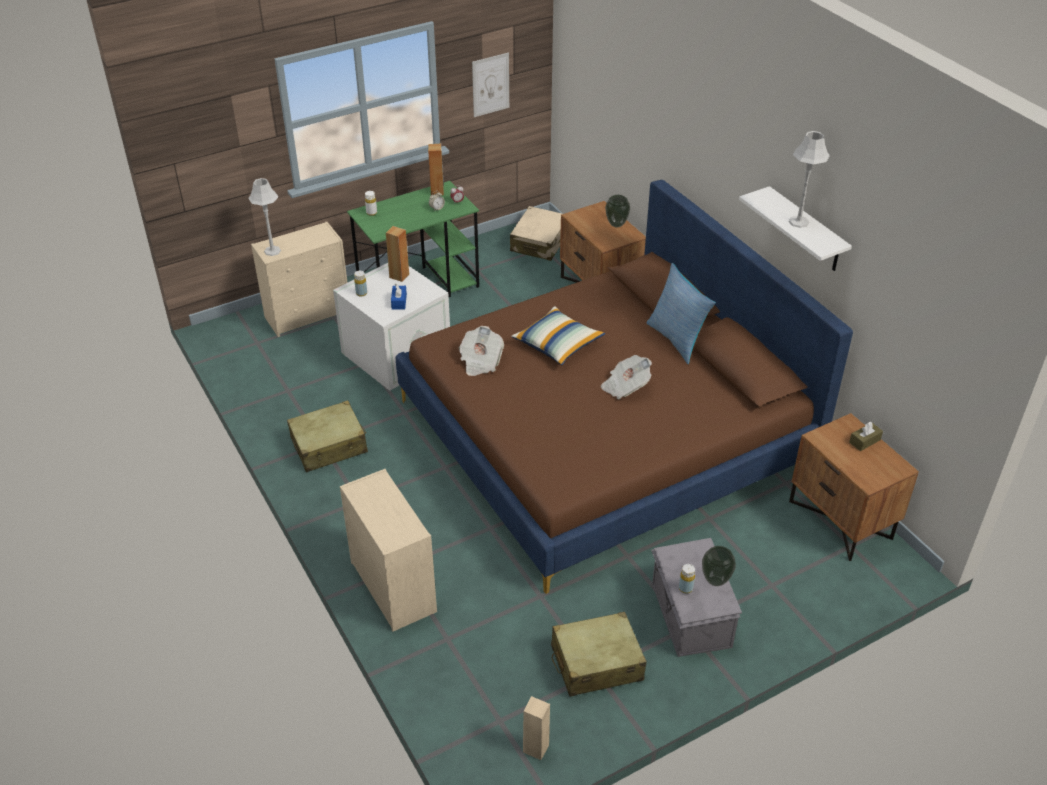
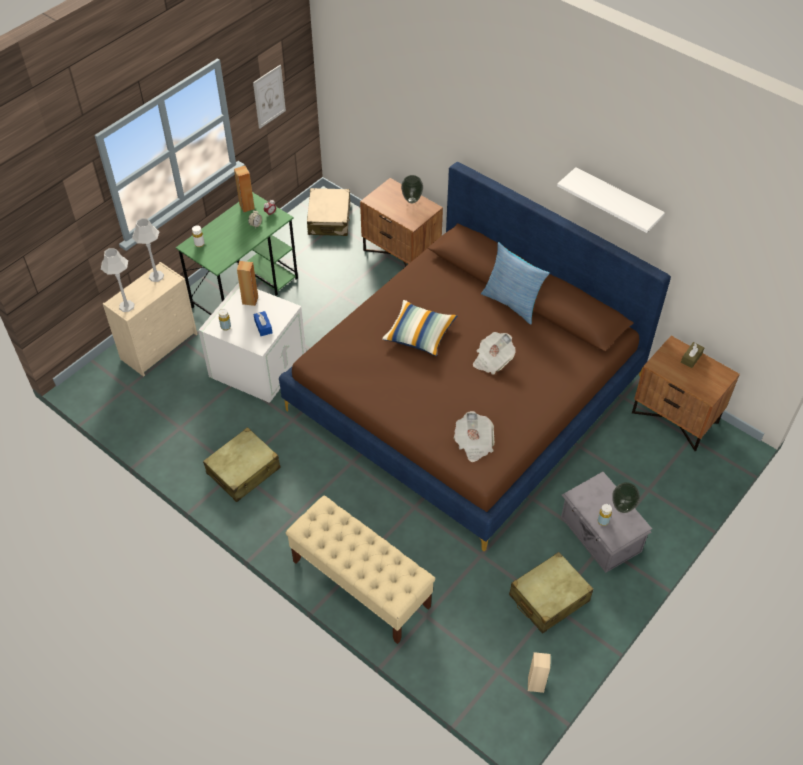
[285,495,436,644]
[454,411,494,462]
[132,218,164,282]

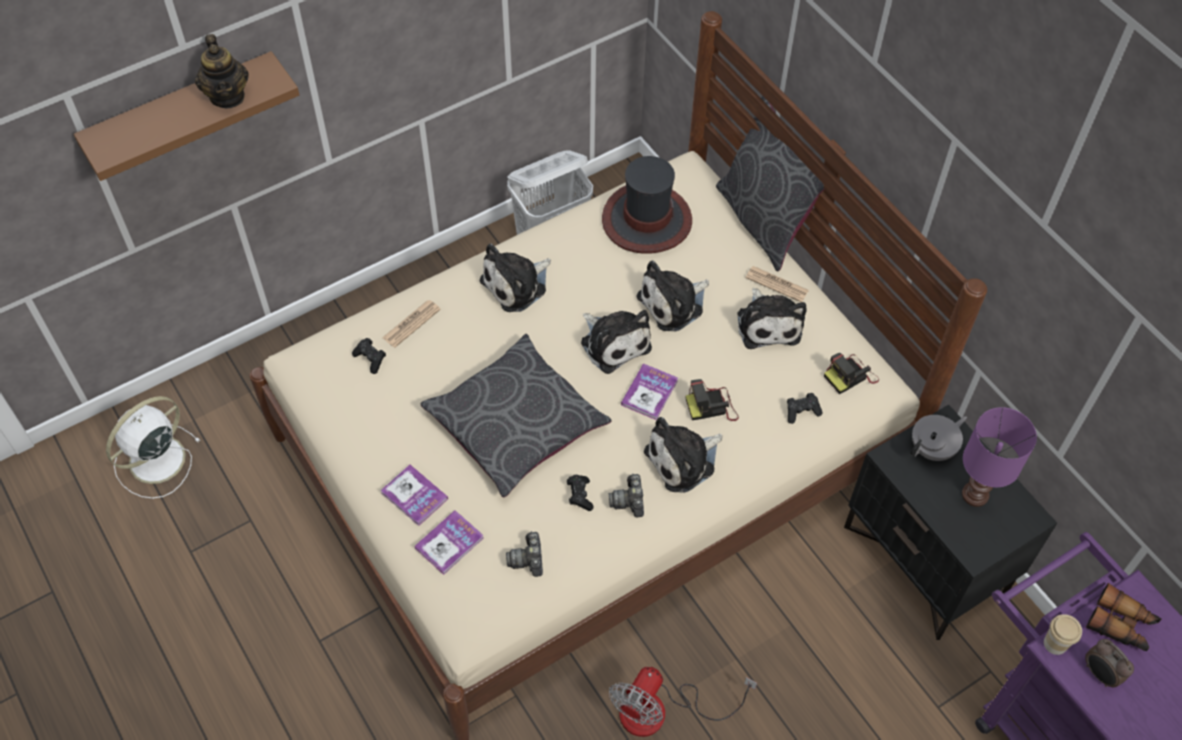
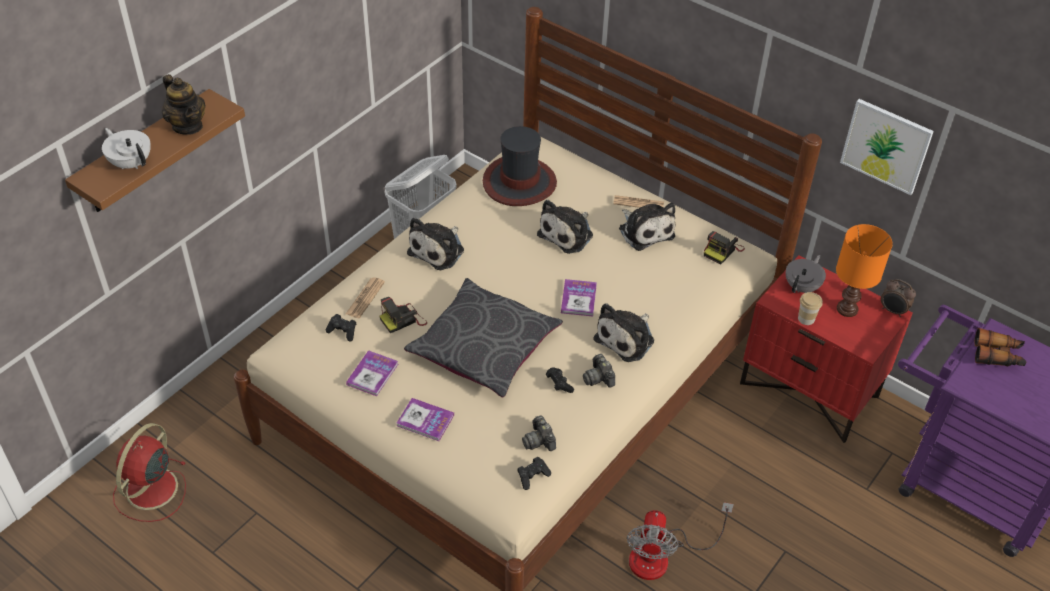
[113,423,186,522]
[346,350,398,396]
[581,310,652,374] (first image)
[380,297,427,333]
[716,96,825,272] (first image)
[517,457,551,490]
[740,255,913,443]
[836,224,893,317]
[798,292,823,325]
[881,279,916,317]
[102,128,151,169]
[840,99,934,195]

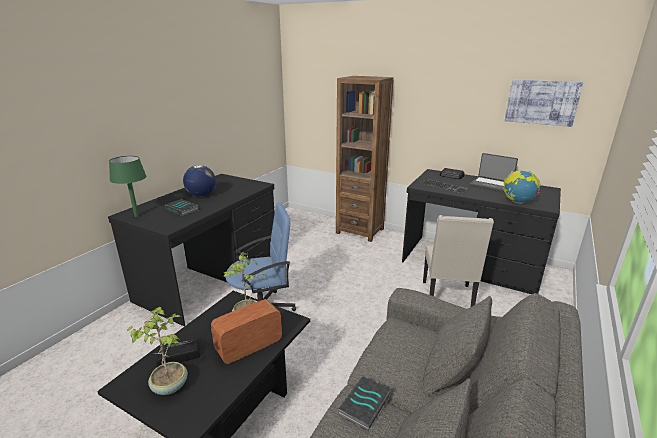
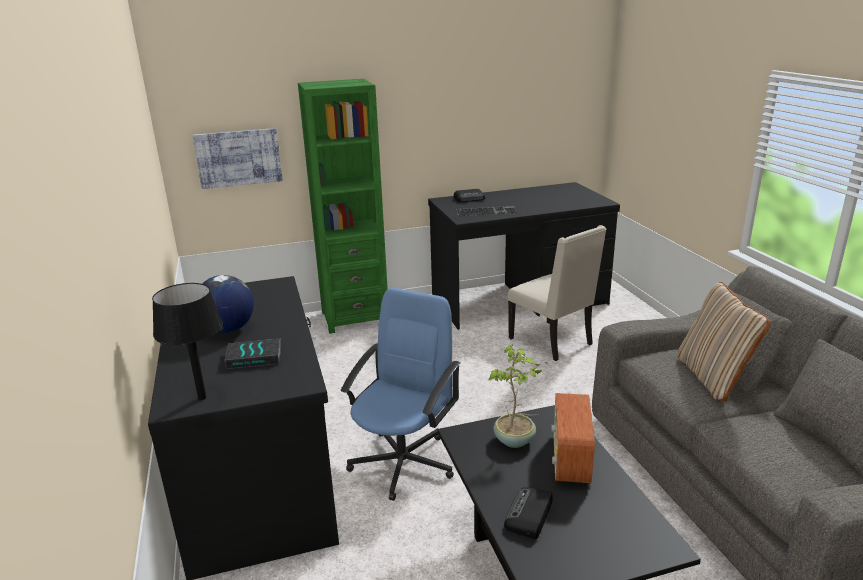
[152,283,223,400]
[127,307,188,395] (first image)
[298,79,388,334]
[338,376,391,432] (first image)
[470,153,518,192] (first image)
[503,170,540,203] (first image)
[192,128,283,189]
[678,282,771,402]

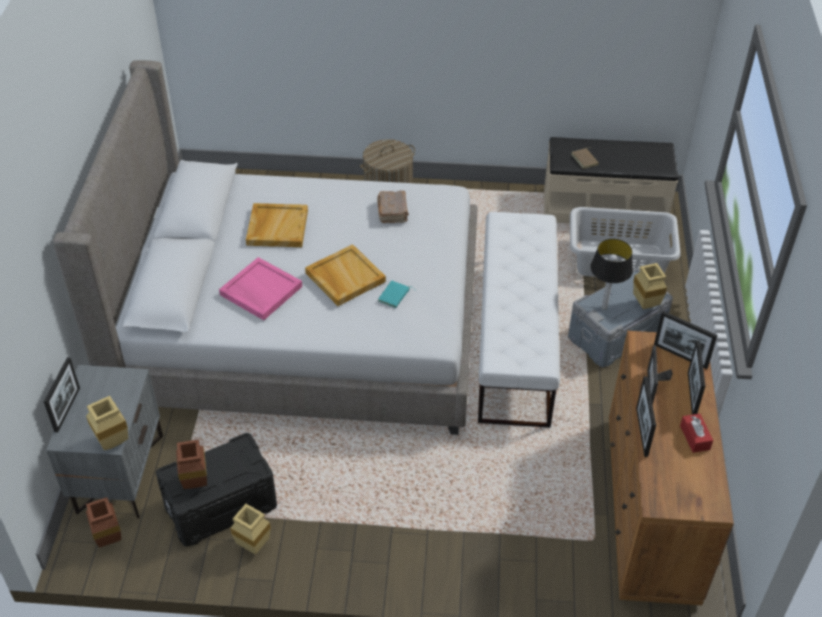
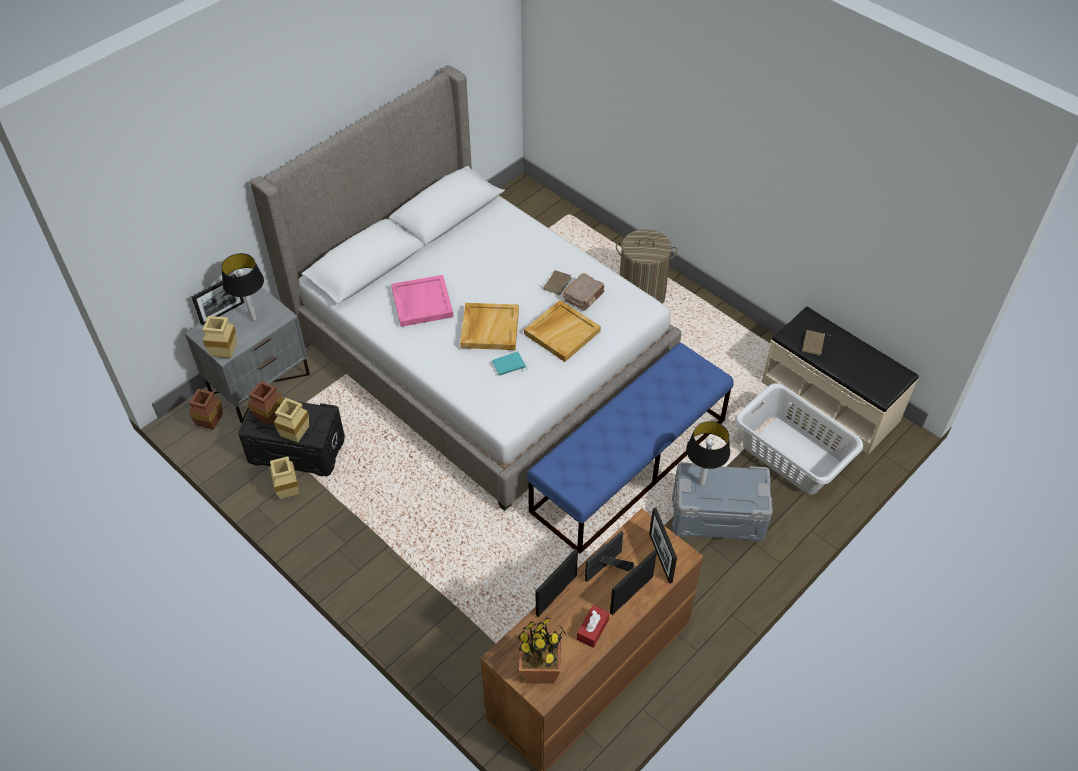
[524,300,601,362]
[527,343,734,554]
[274,398,309,442]
[221,253,264,321]
[517,617,567,684]
[538,270,571,295]

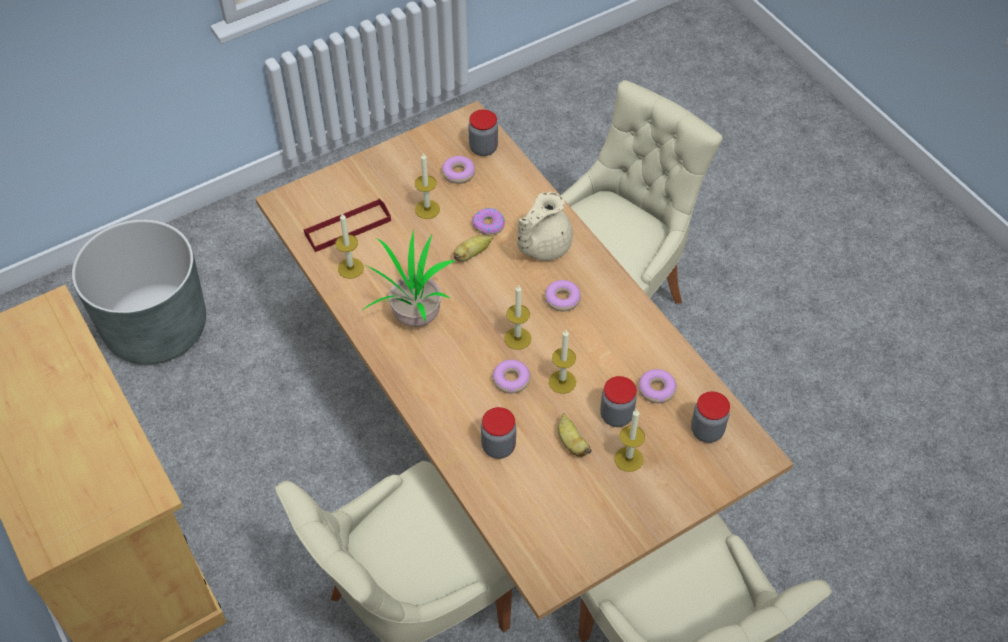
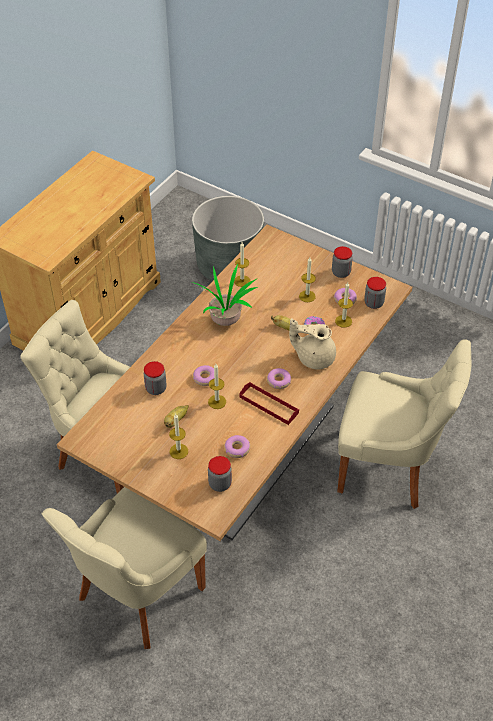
[239,382,299,425]
[335,282,353,328]
[332,246,353,278]

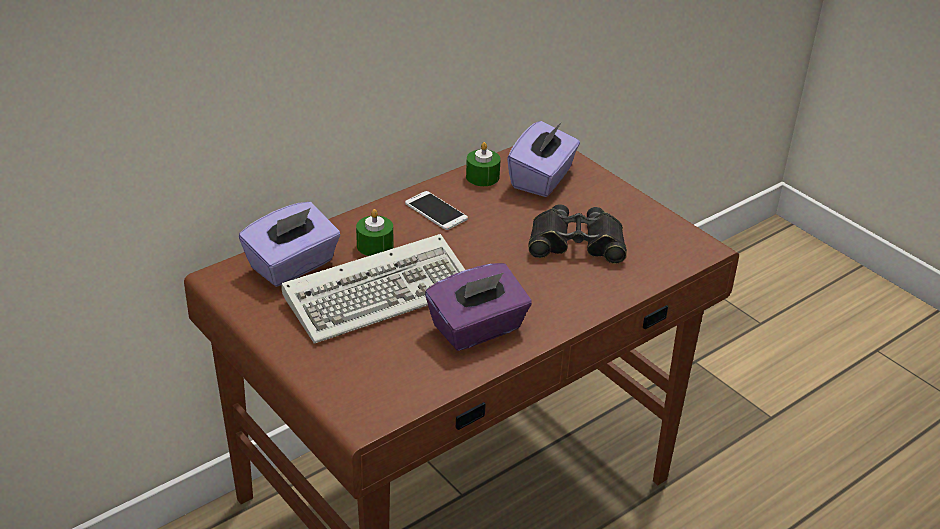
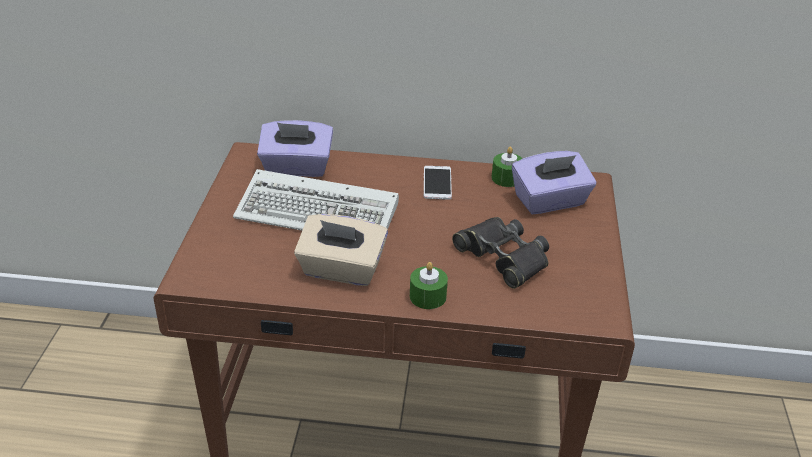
[410,262,448,309]
[294,214,388,286]

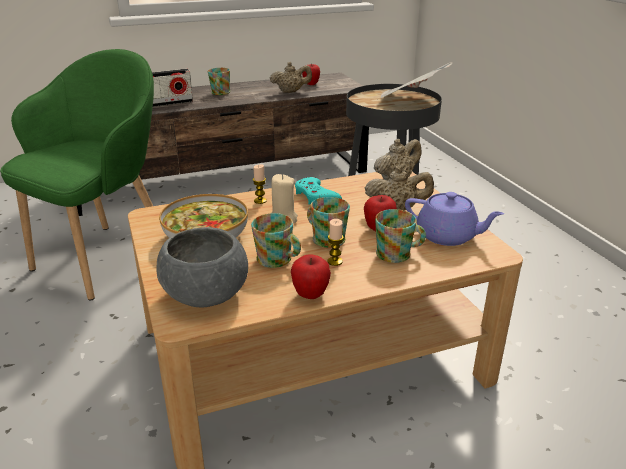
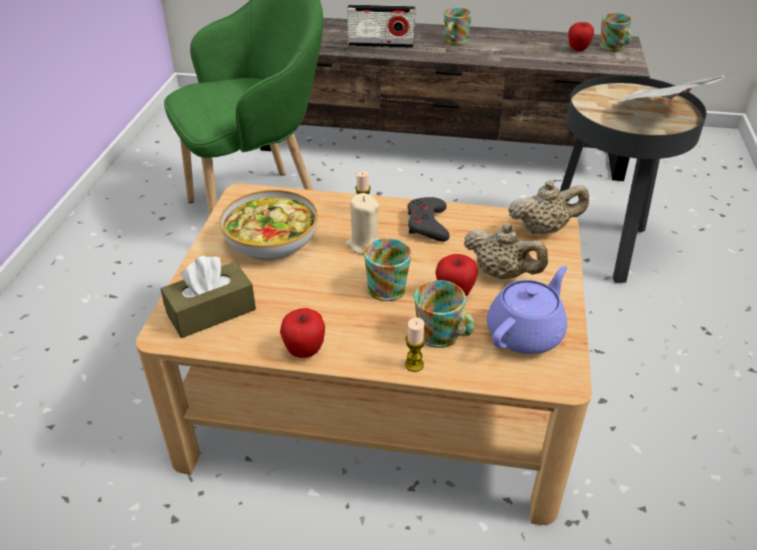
[161,256,256,338]
[600,13,632,51]
[270,62,312,93] (first image)
[408,197,450,242]
[405,318,426,372]
[487,266,567,354]

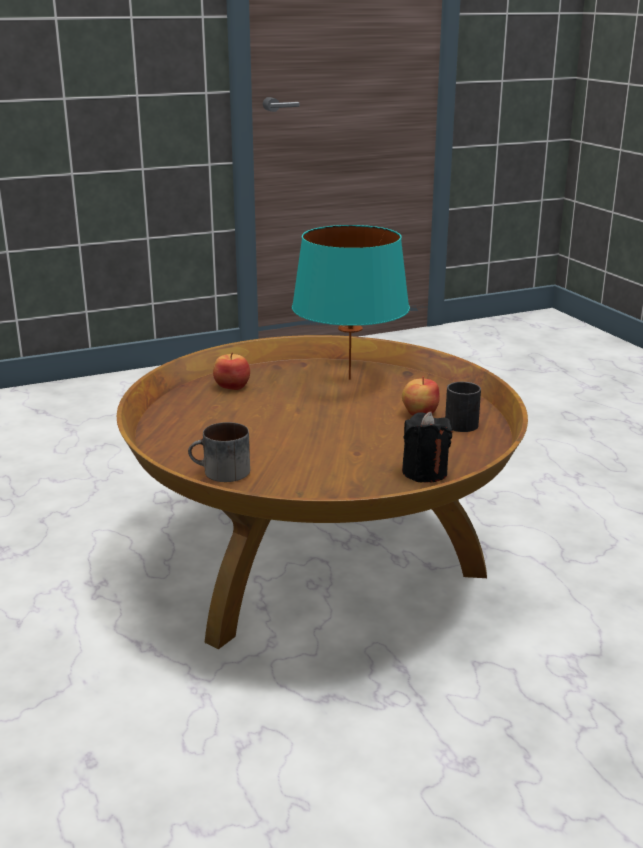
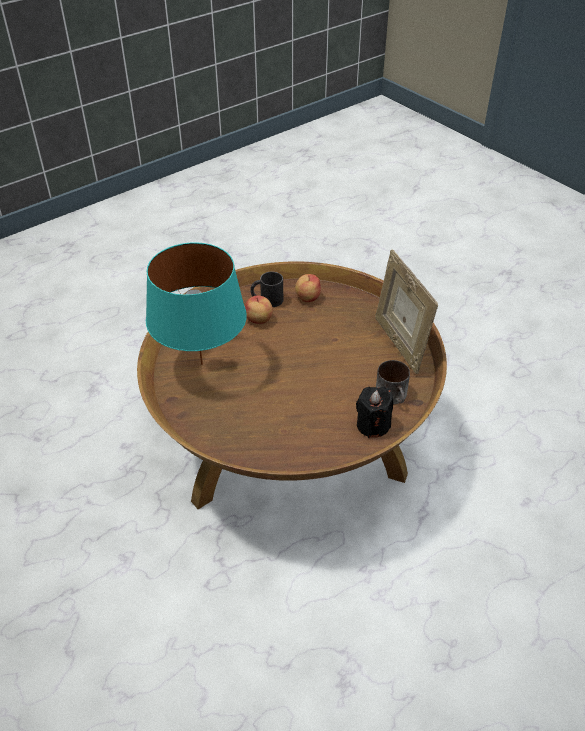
[295,274,321,302]
[356,387,393,438]
[375,249,438,374]

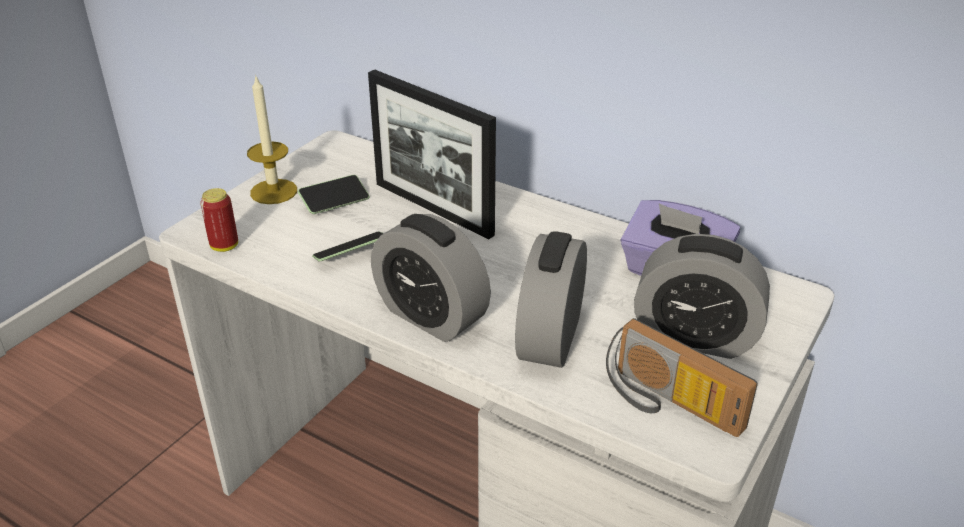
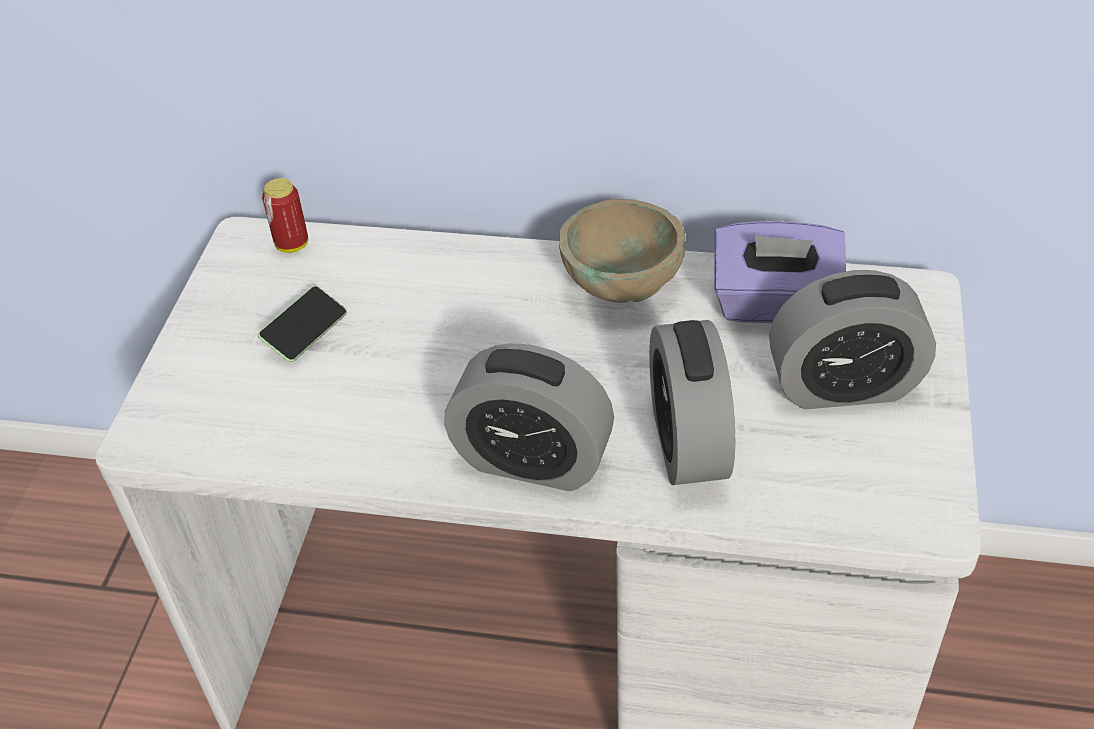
[262,178,308,253]
[247,74,297,204] (first image)
[312,232,384,261] (first image)
[368,70,496,240] (first image)
[606,318,758,437] (first image)
[559,199,686,303]

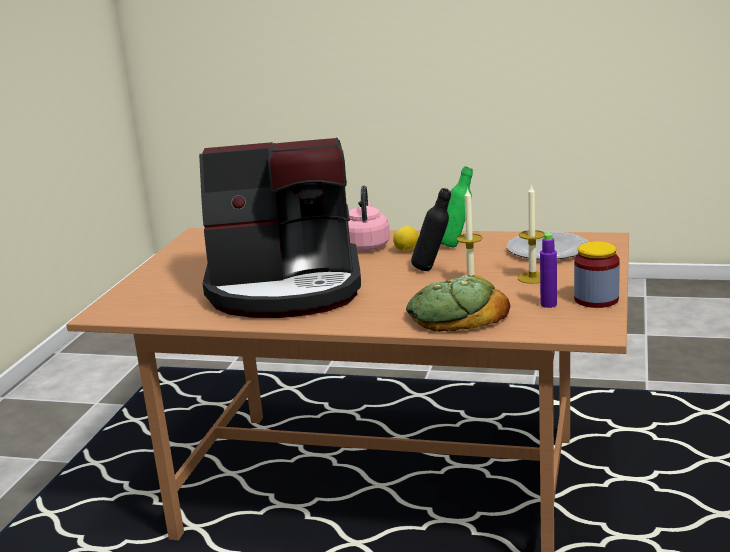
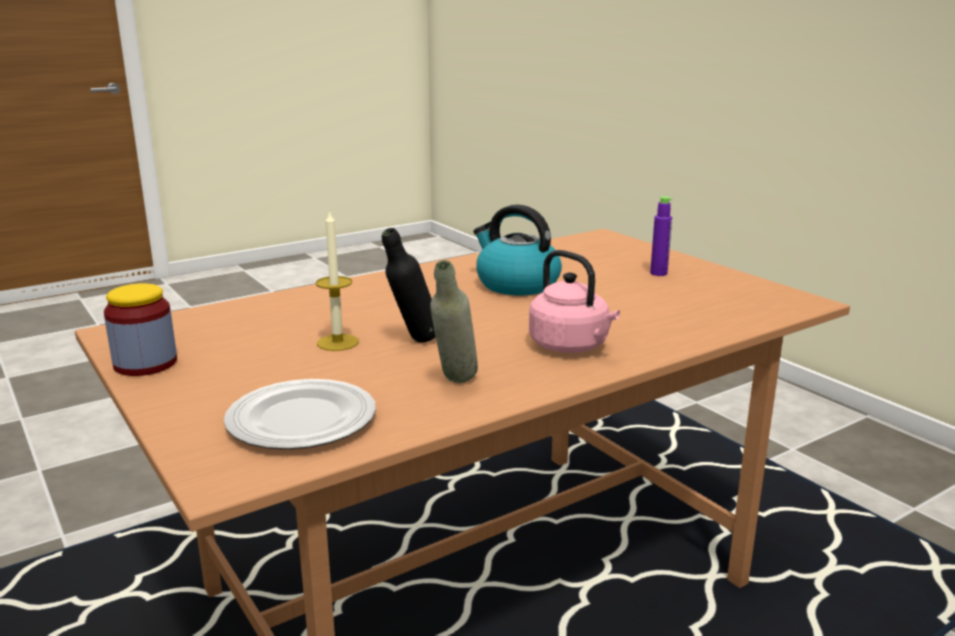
[473,204,562,295]
[393,226,419,252] (first image)
[406,275,510,332] (first image)
[430,260,478,383]
[518,184,545,284] (first image)
[650,196,672,276]

